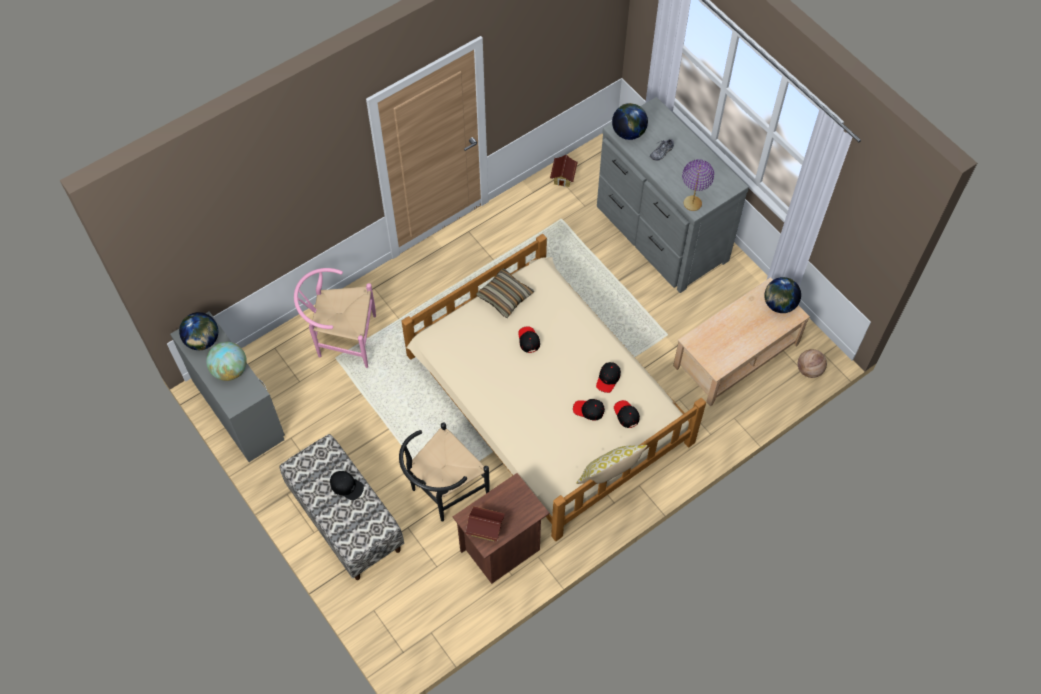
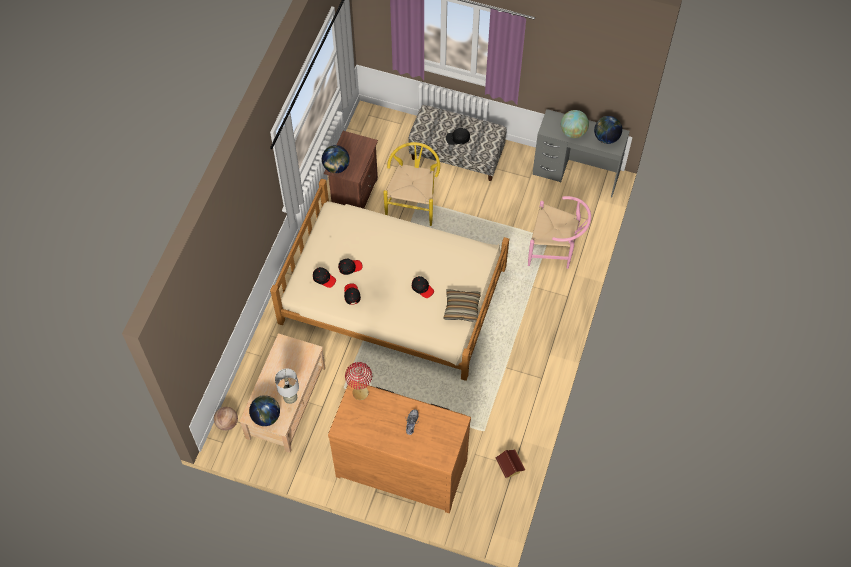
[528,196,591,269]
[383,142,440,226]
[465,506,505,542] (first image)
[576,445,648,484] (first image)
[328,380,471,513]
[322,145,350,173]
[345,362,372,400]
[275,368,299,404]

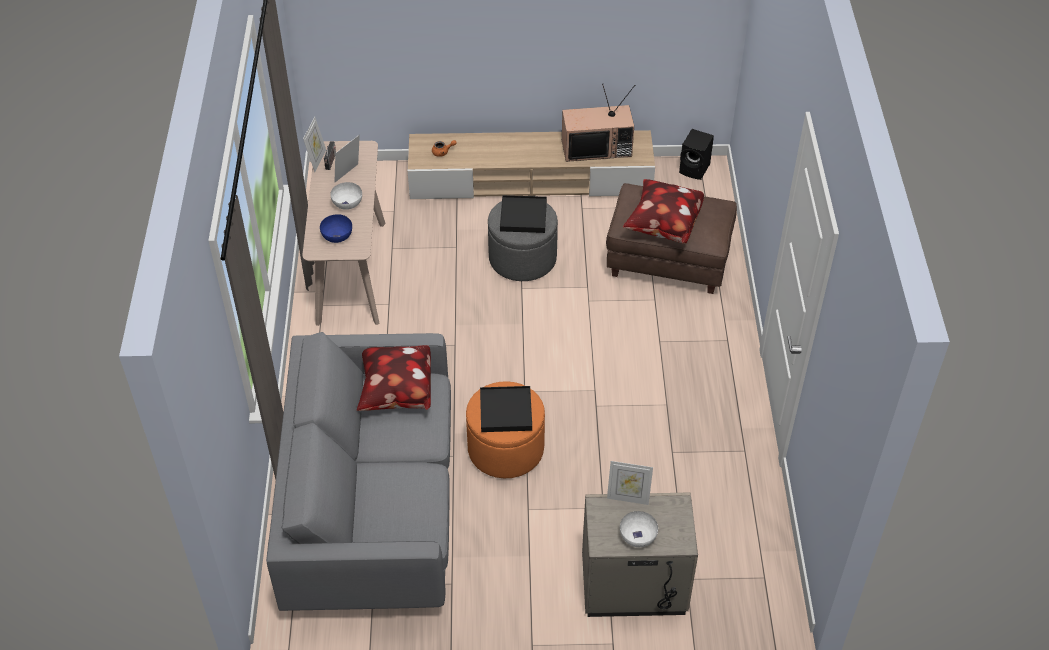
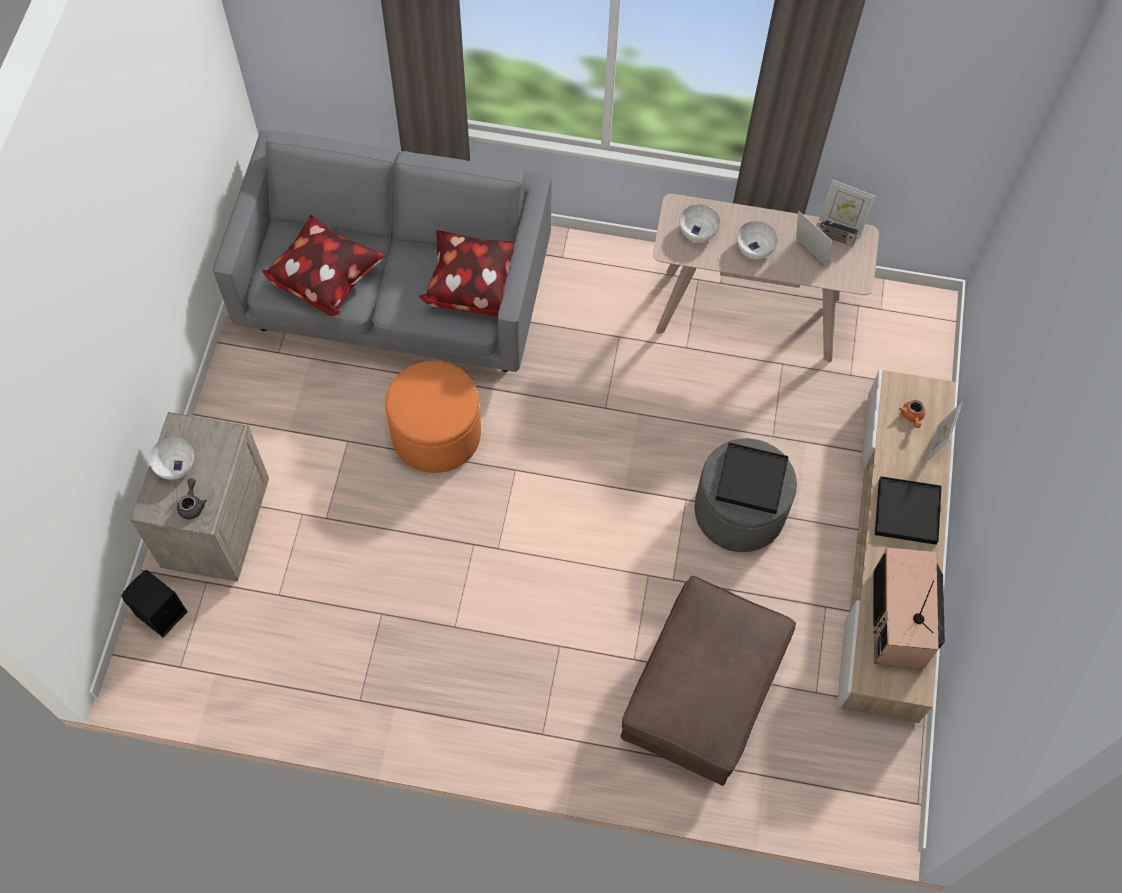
[680,204,720,242]
[875,476,942,545]
[926,402,962,462]
[262,215,386,316]
[121,569,187,638]
[177,478,207,519]

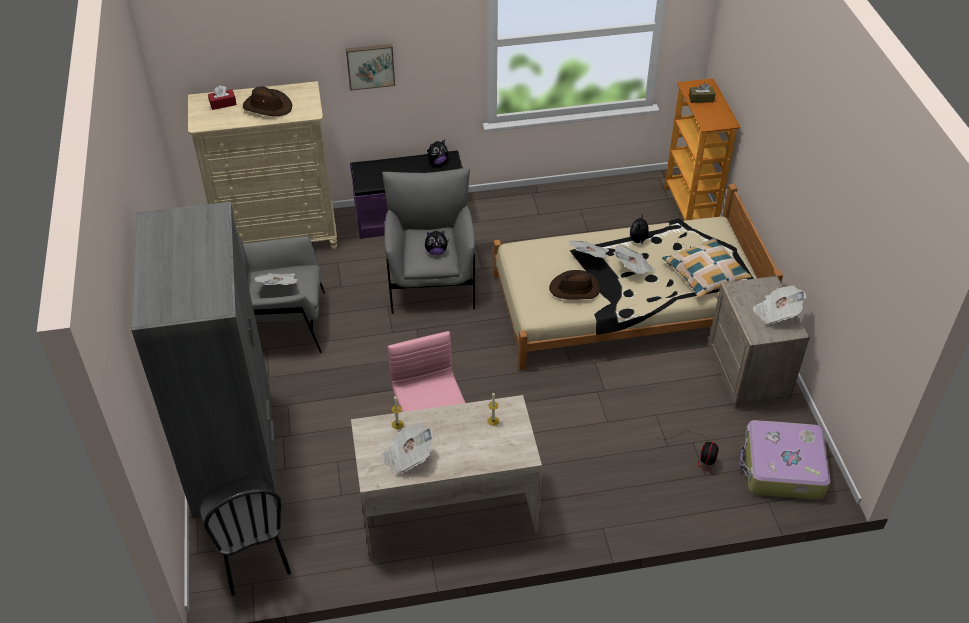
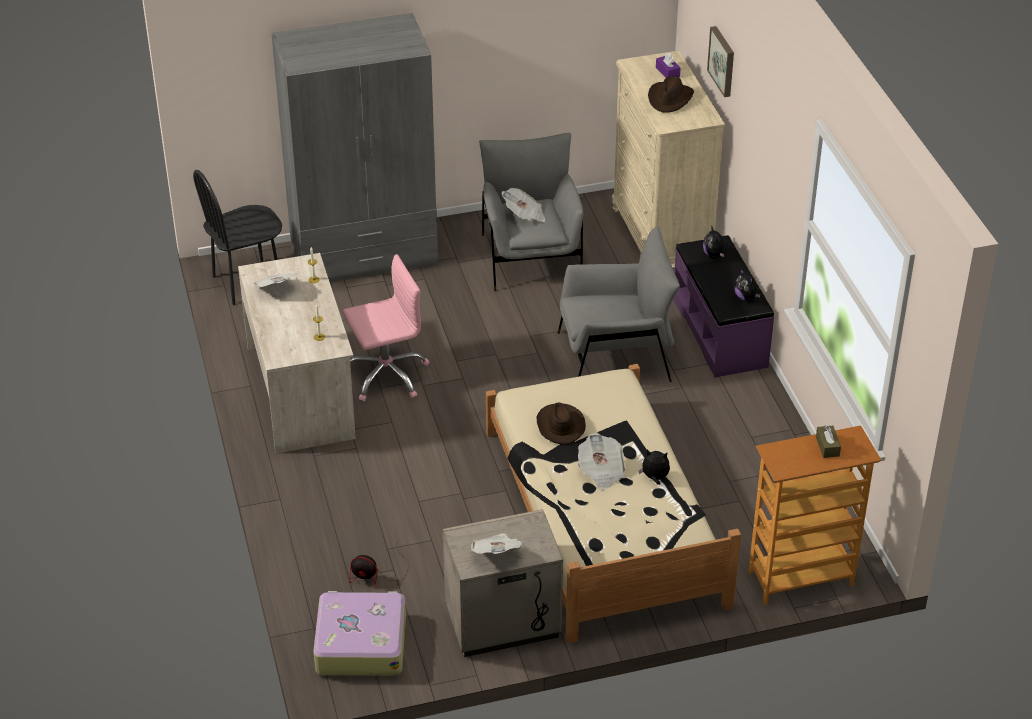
[656,53,680,78]
[707,26,734,97]
[703,225,728,258]
[569,241,609,258] (first image)
[662,238,752,298] (first image)

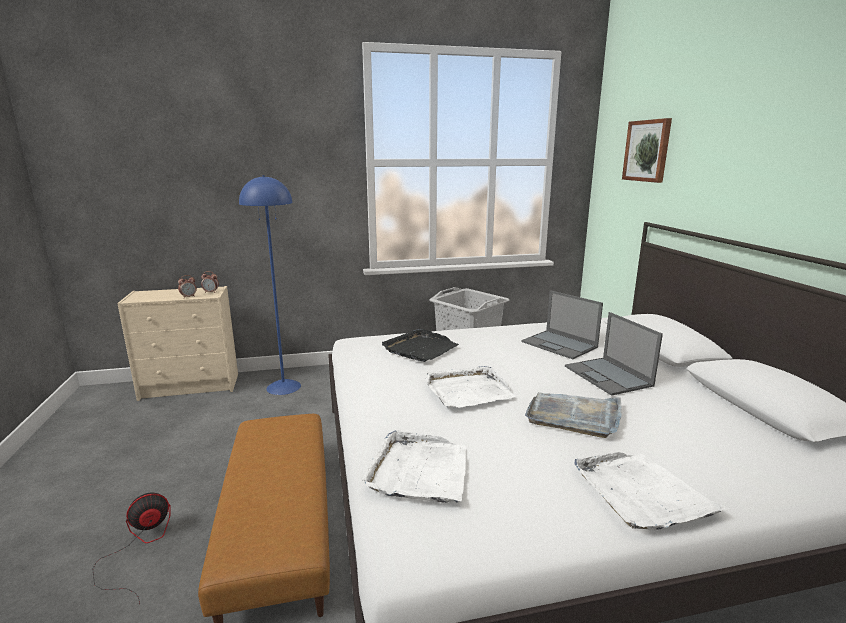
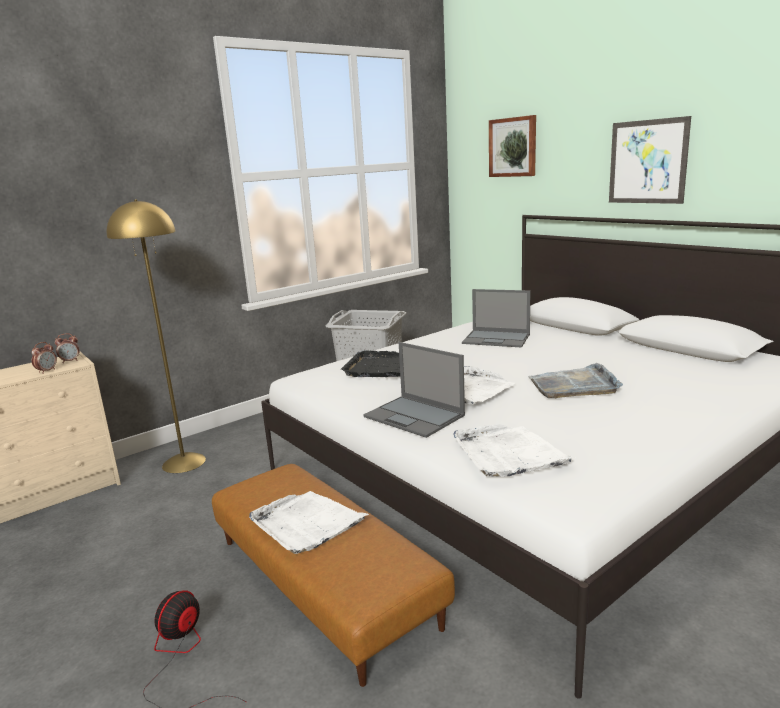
[107,199,206,473]
[363,342,465,438]
[249,491,369,554]
[609,116,691,204]

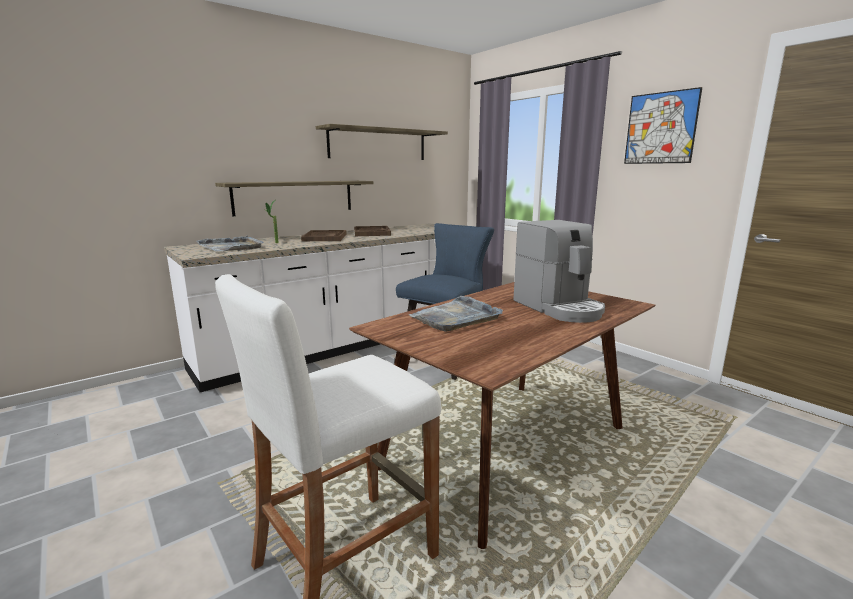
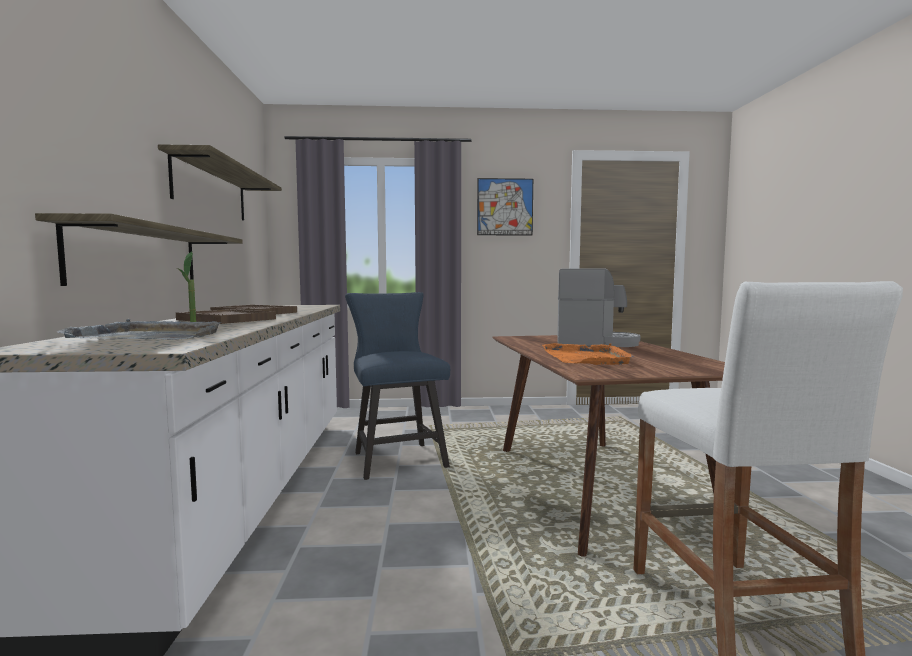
[542,343,634,365]

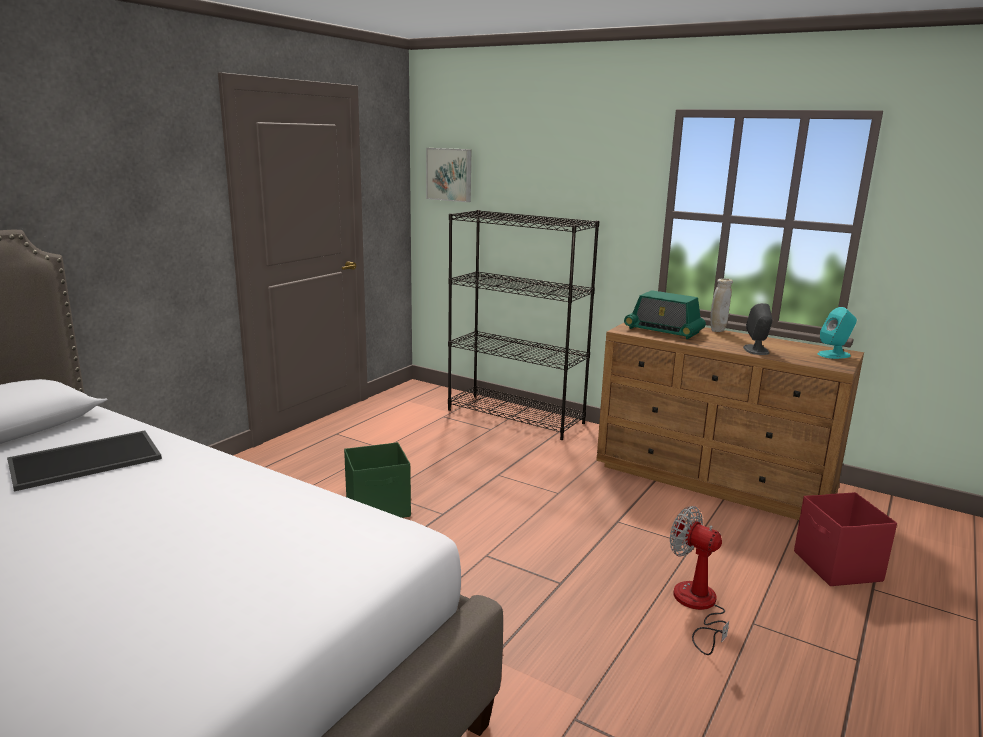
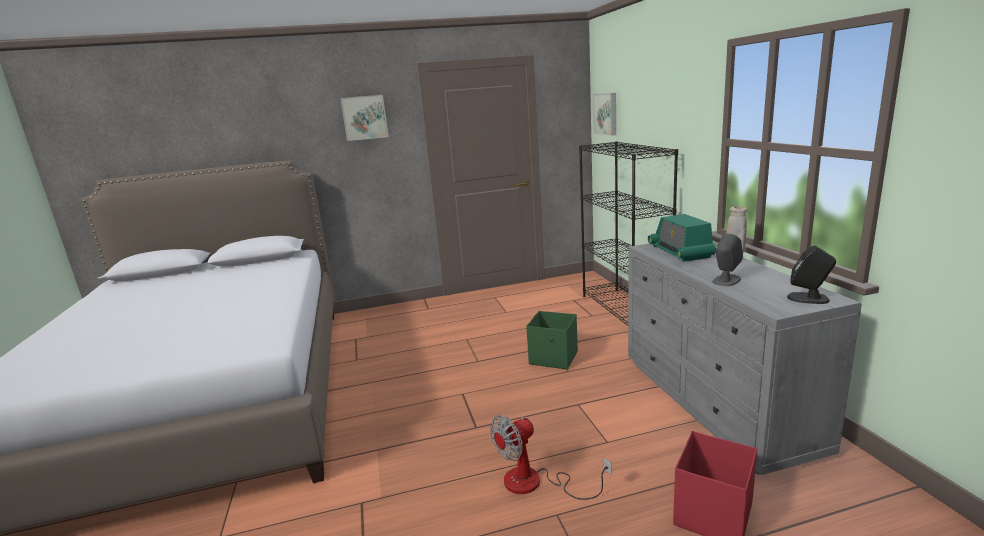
[7,430,162,491] (first image)
[526,311,578,369]
[628,244,862,475]
[490,415,611,500]
[787,245,836,304]
[340,95,389,141]

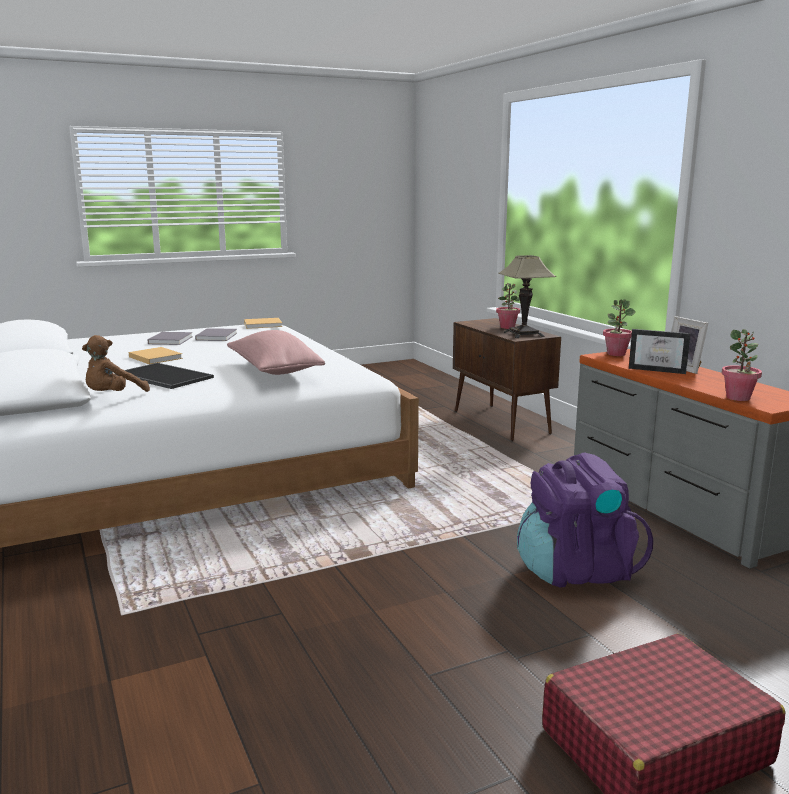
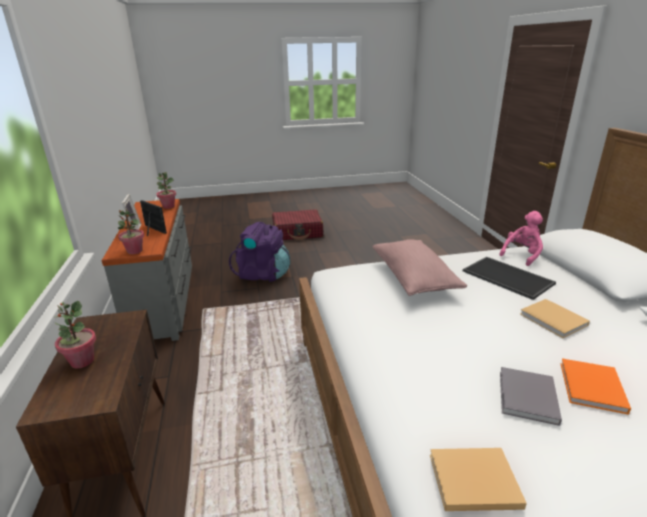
[499,211,543,266]
[561,358,631,415]
[498,255,556,338] (first image)

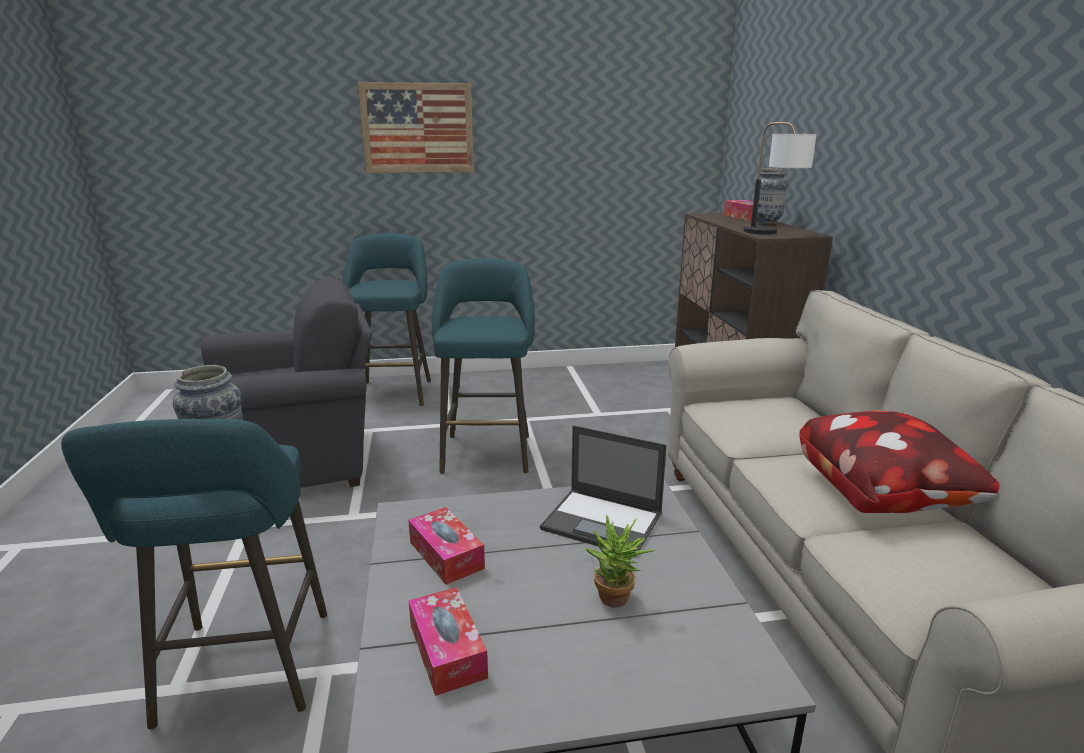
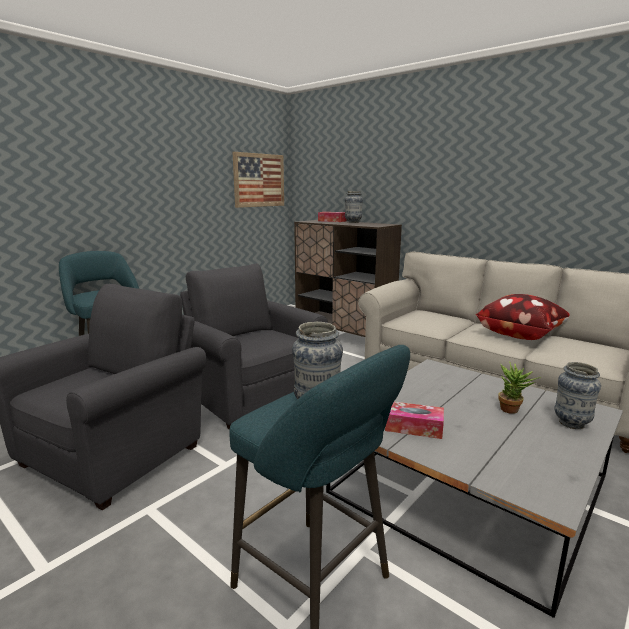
[233,152,284,208]
[409,587,488,696] (first image)
[180,263,328,430]
[540,425,667,557] (first image)
[743,122,817,234] (first image)
[555,362,601,429]

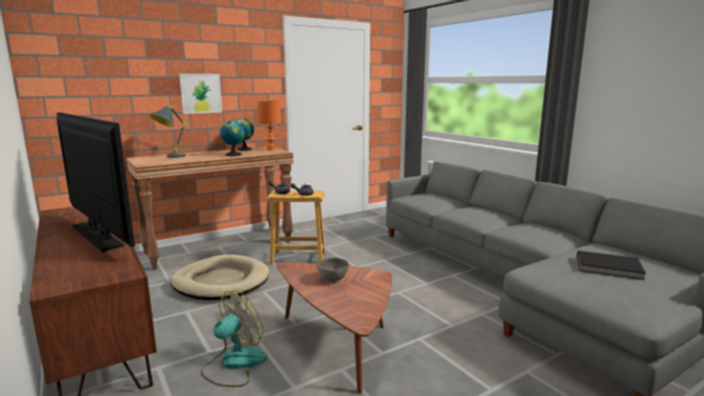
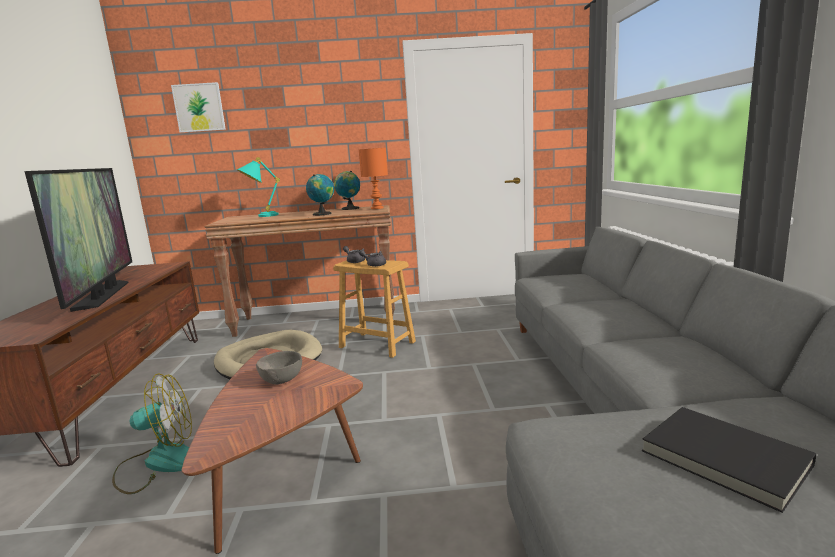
[237,157,280,217]
[171,82,226,133]

